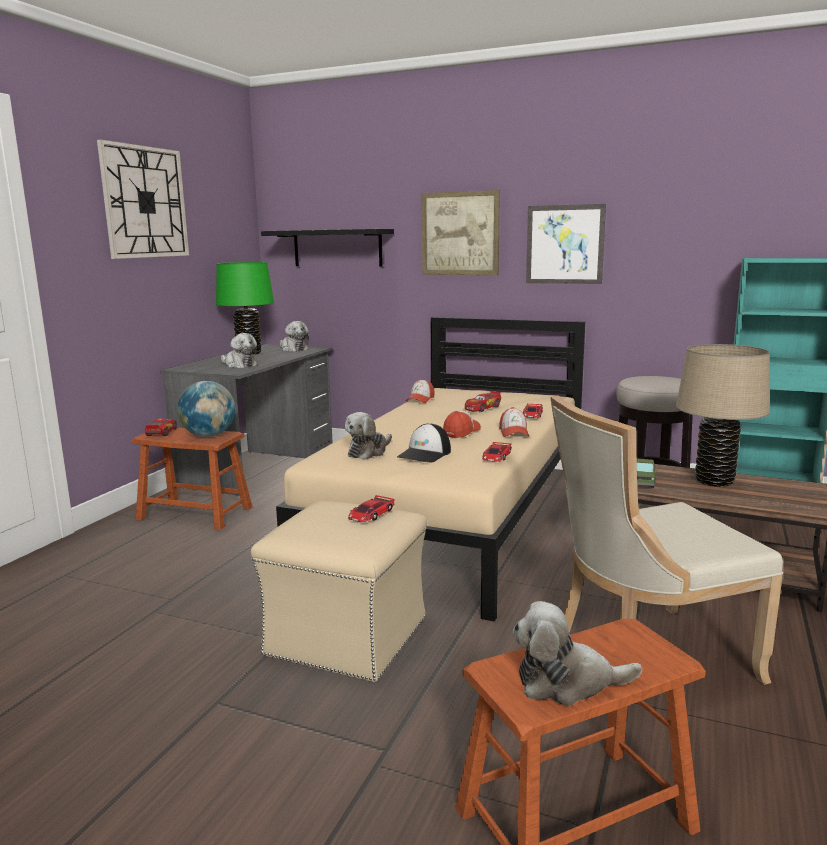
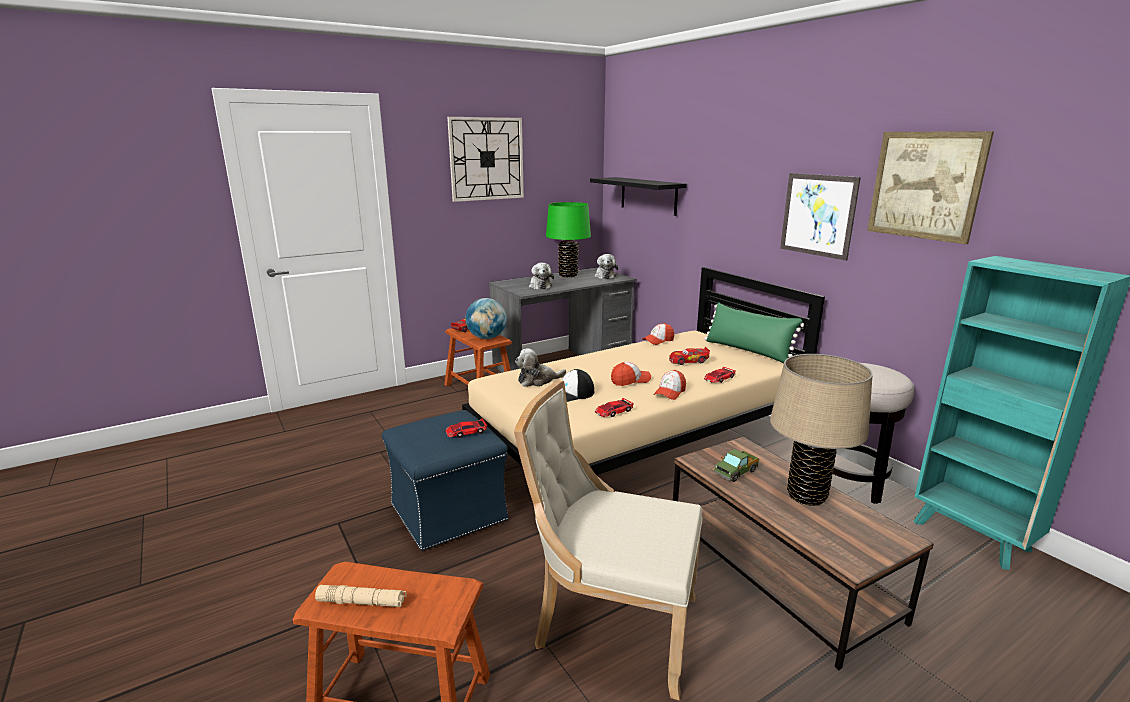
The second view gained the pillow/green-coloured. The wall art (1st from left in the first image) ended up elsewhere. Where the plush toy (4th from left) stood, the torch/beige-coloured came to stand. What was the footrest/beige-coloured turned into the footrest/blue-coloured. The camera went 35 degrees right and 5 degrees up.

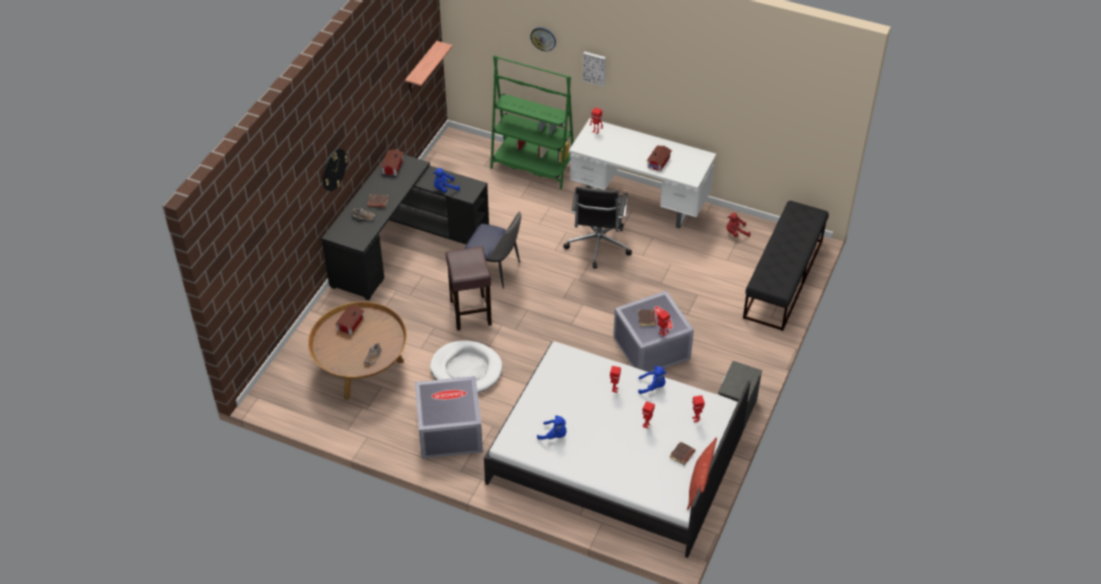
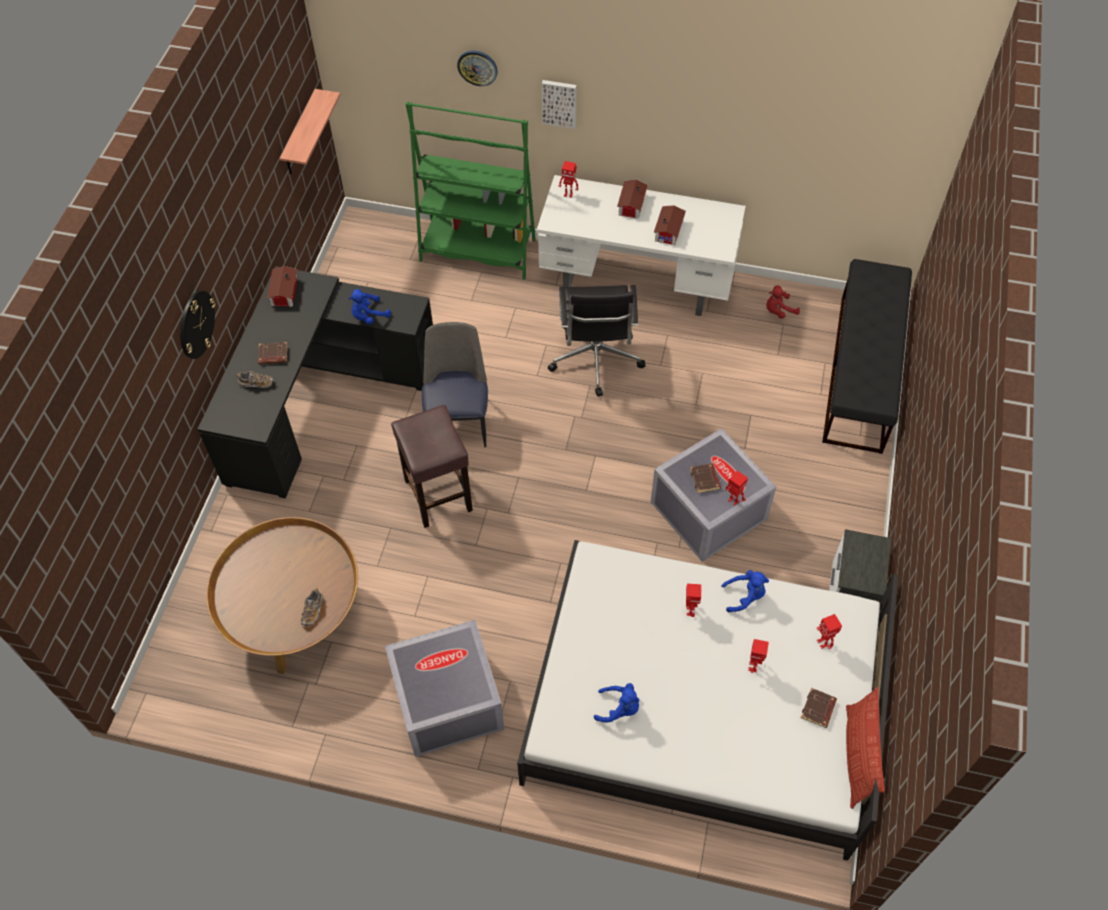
The second view lost the pet bed/white-coloured. The model house (1st from left in the first image) ended up elsewhere. The chair ended up facing another way, 105 degrees counterclockwise from before. The camera went 10 degrees left and 10 degrees up.

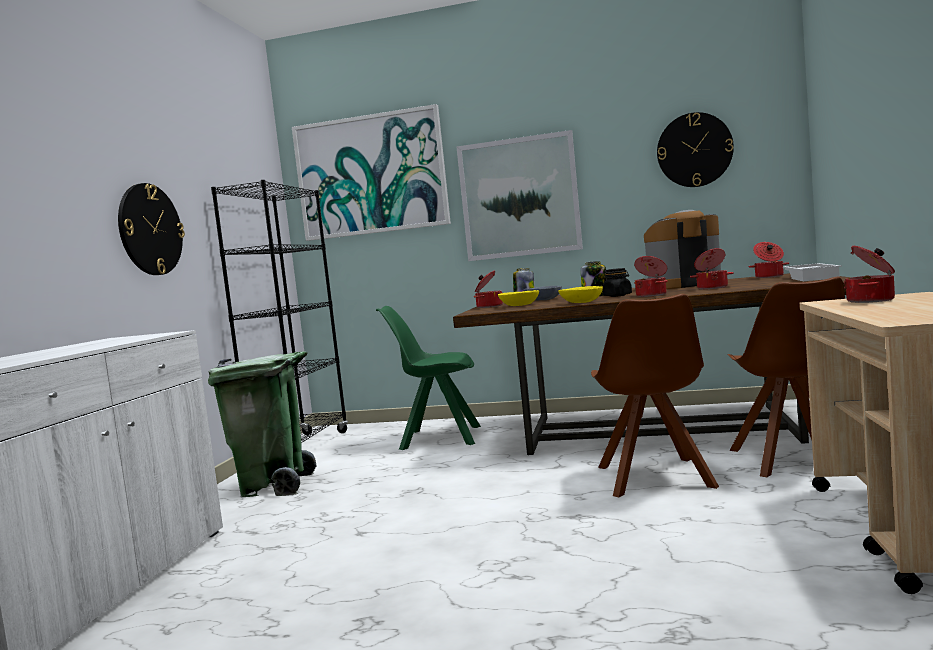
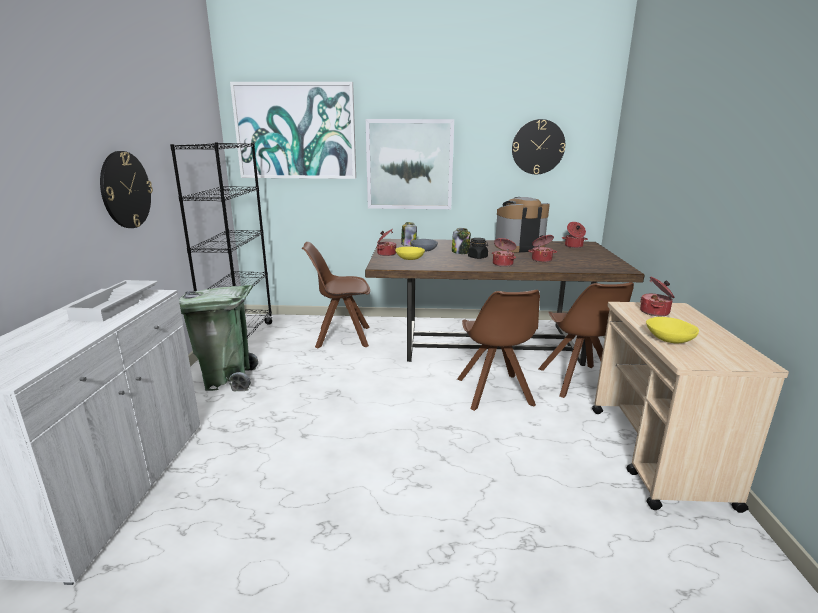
The serving bowl/yellow (2nd from left) ended up elsewhere. The serving tray/white-coloured ended up elsewhere. What was the chair/green-coloured turned into the chair/brownish (1st from left). The camera went 10 degrees left and 15 degrees up.

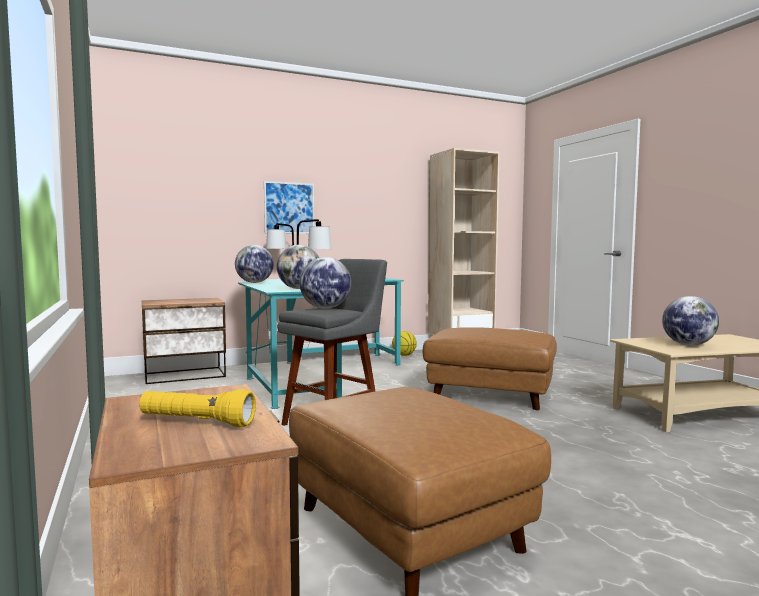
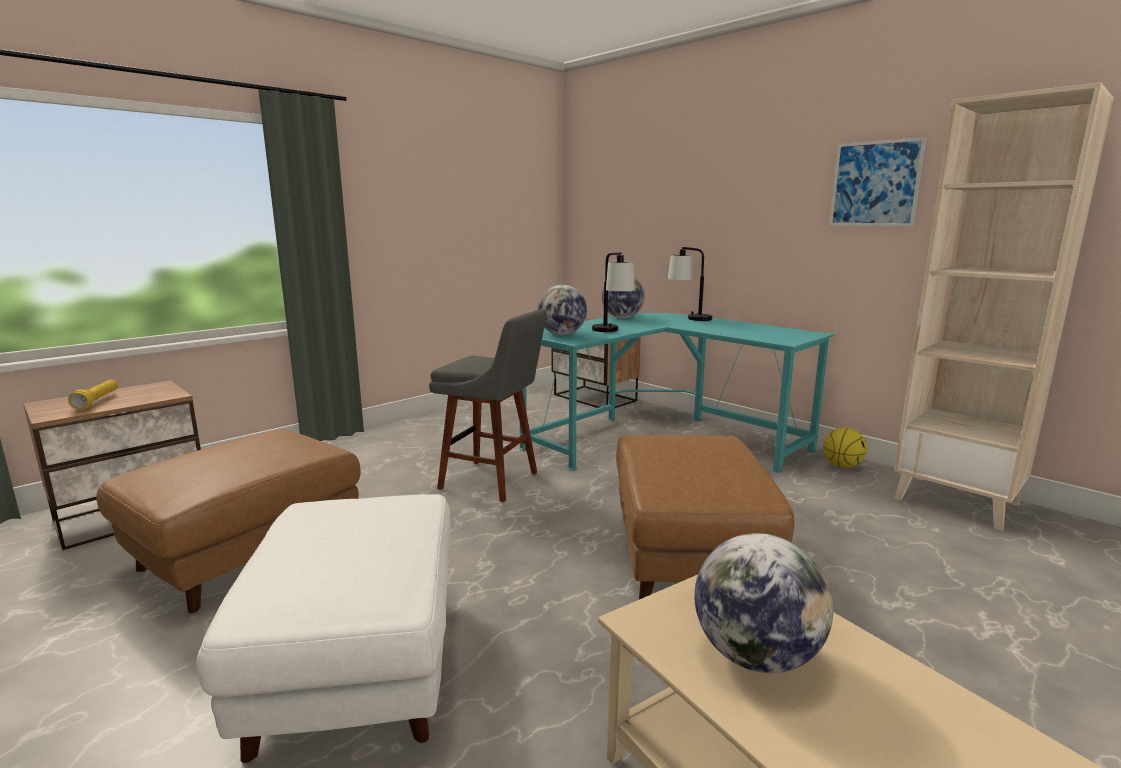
The second view lost the world globe (3rd from left). The second view gained the footrest/white-coloured. The wall art ended up elsewhere. The camera went 70 degrees right and 10 degrees up.

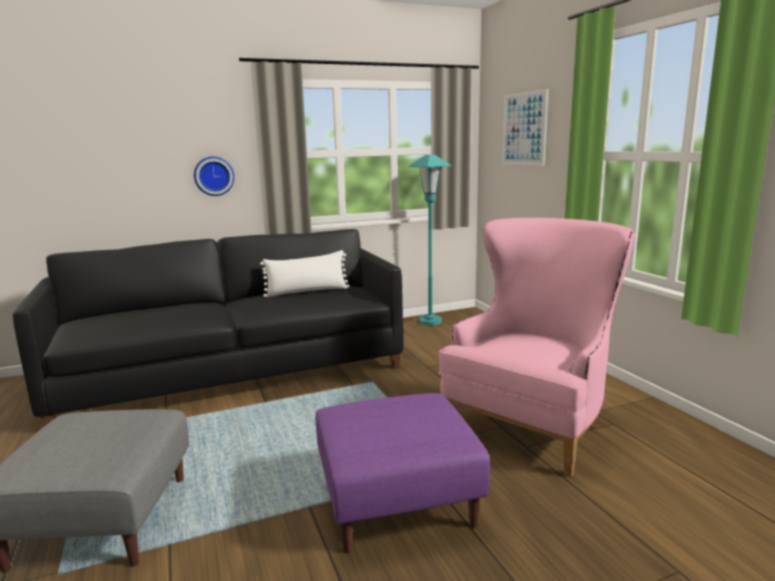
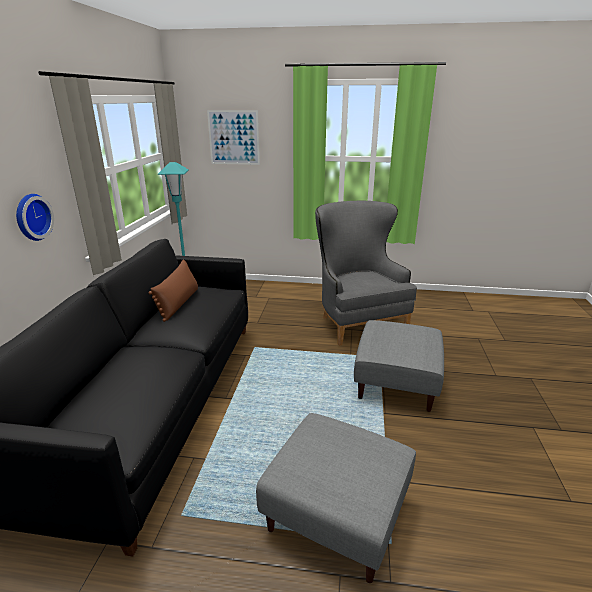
What was the pillow/white-coloured turned into the pillow/brownish. What was the footrest/purplish turned into the footrest/grey (2nd from left). What was the easy chair/pink turned into the easy chair/grey. The camera went 60 degrees left and 10 degrees up.

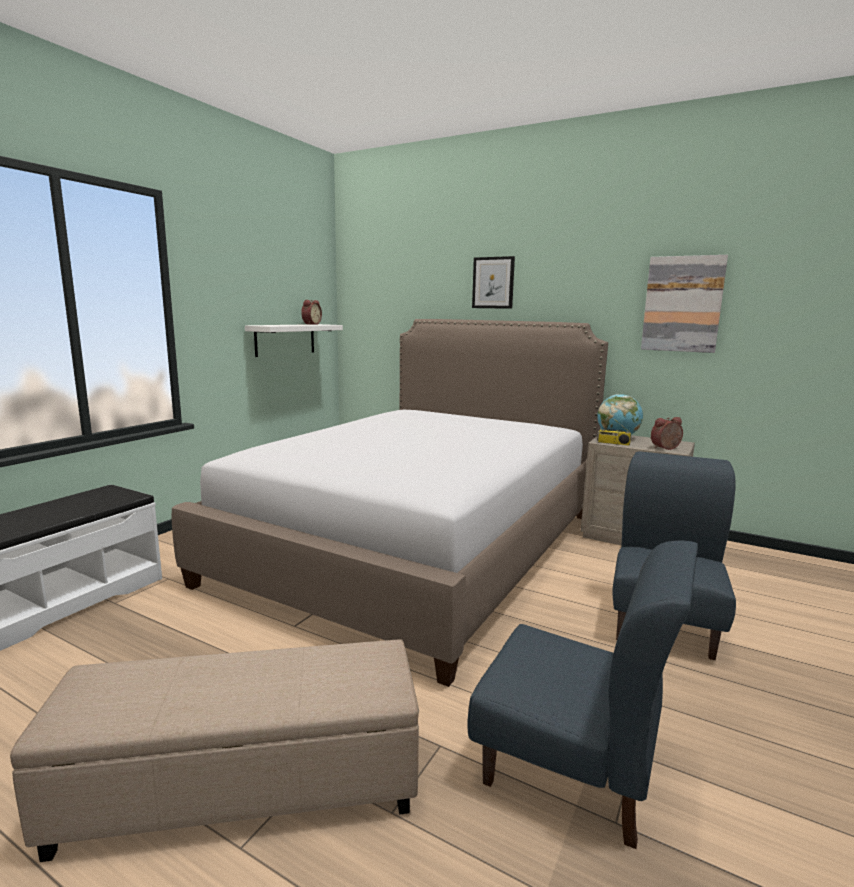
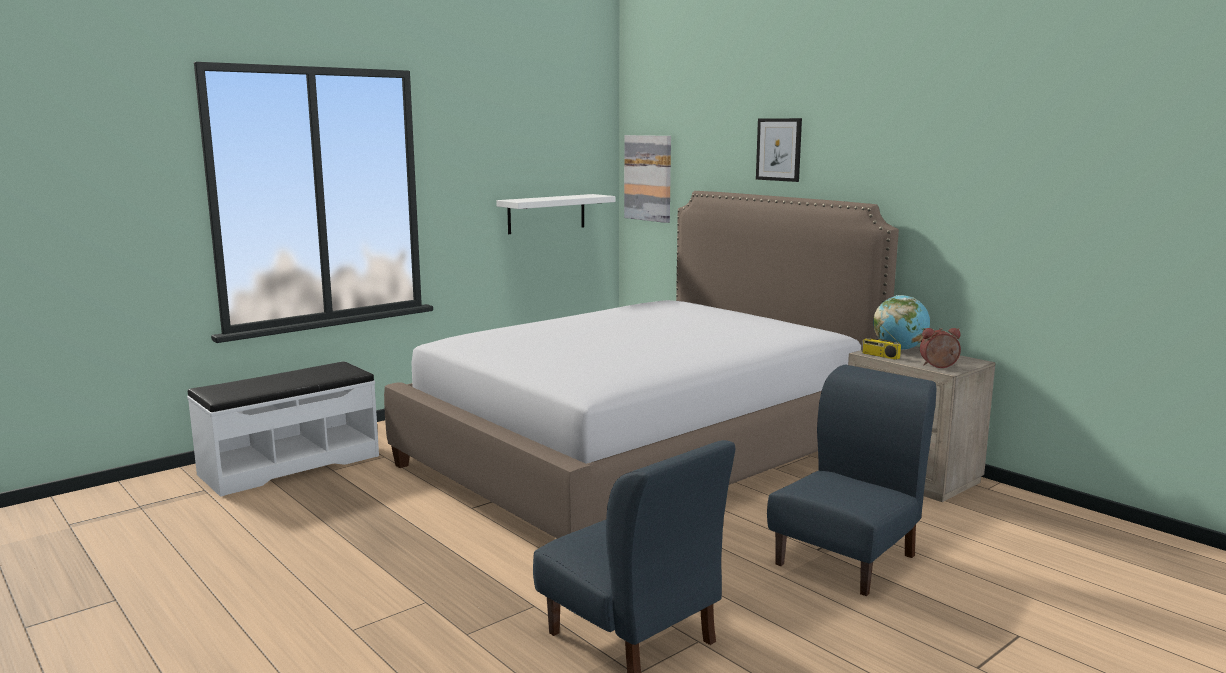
The second view lost the footrest/beige-coloured. The second view lost the table clock (1st from left). The wall art (2nd from left in the first image) ended up elsewhere. The camera went 20 degrees right and 0 degrees up.

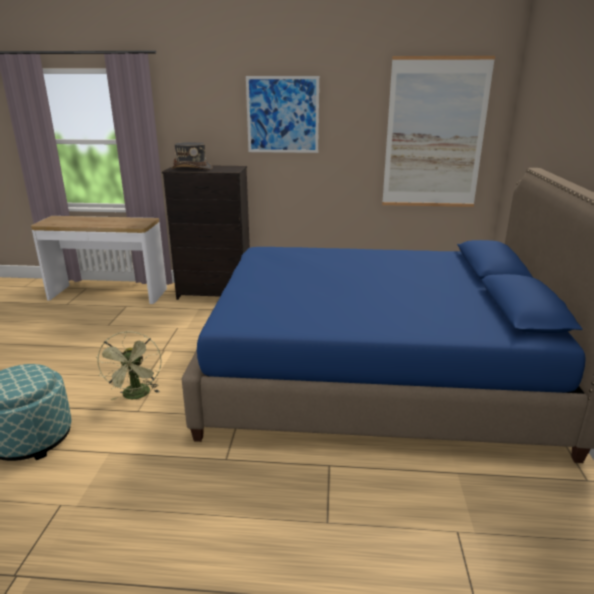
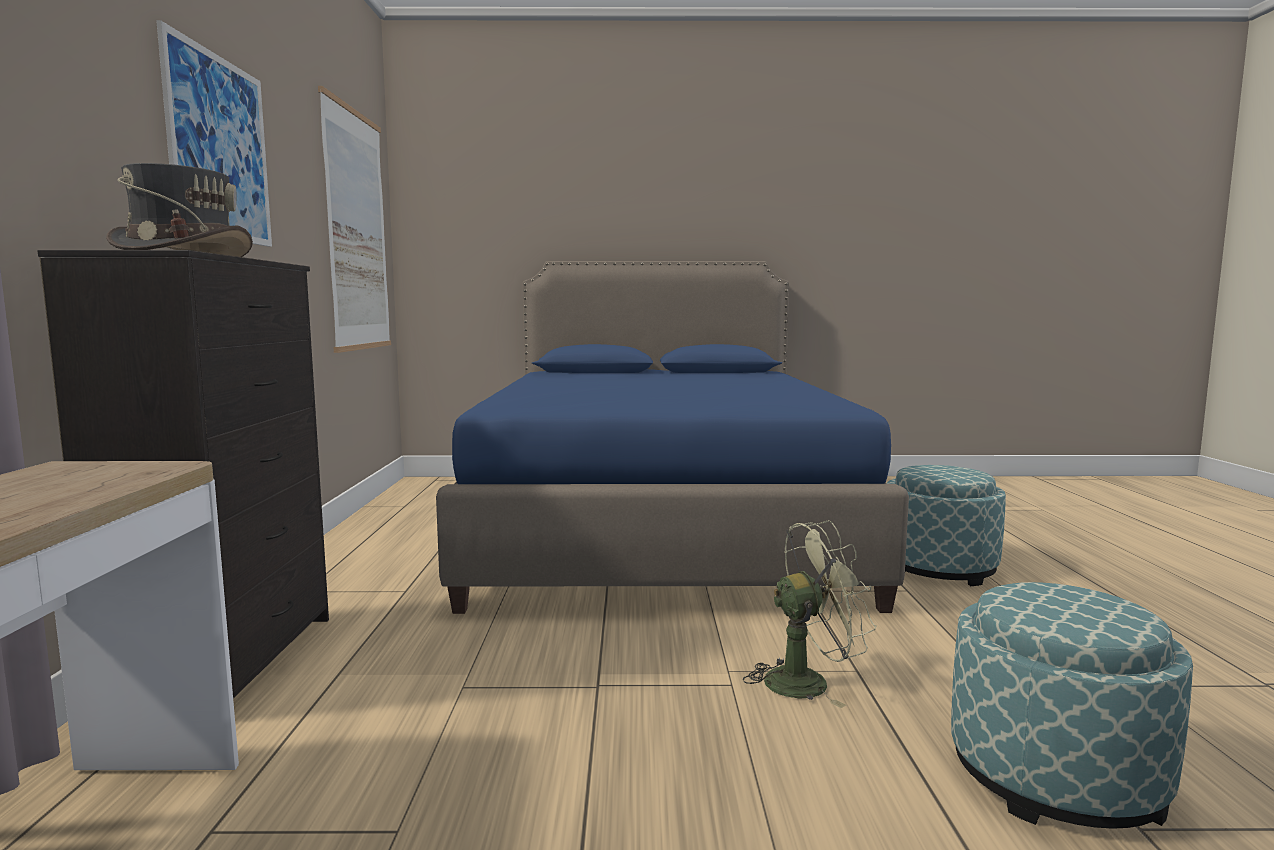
The second view gained the footrest (1st from left). The camera went 95 degrees left and 15 degrees down.

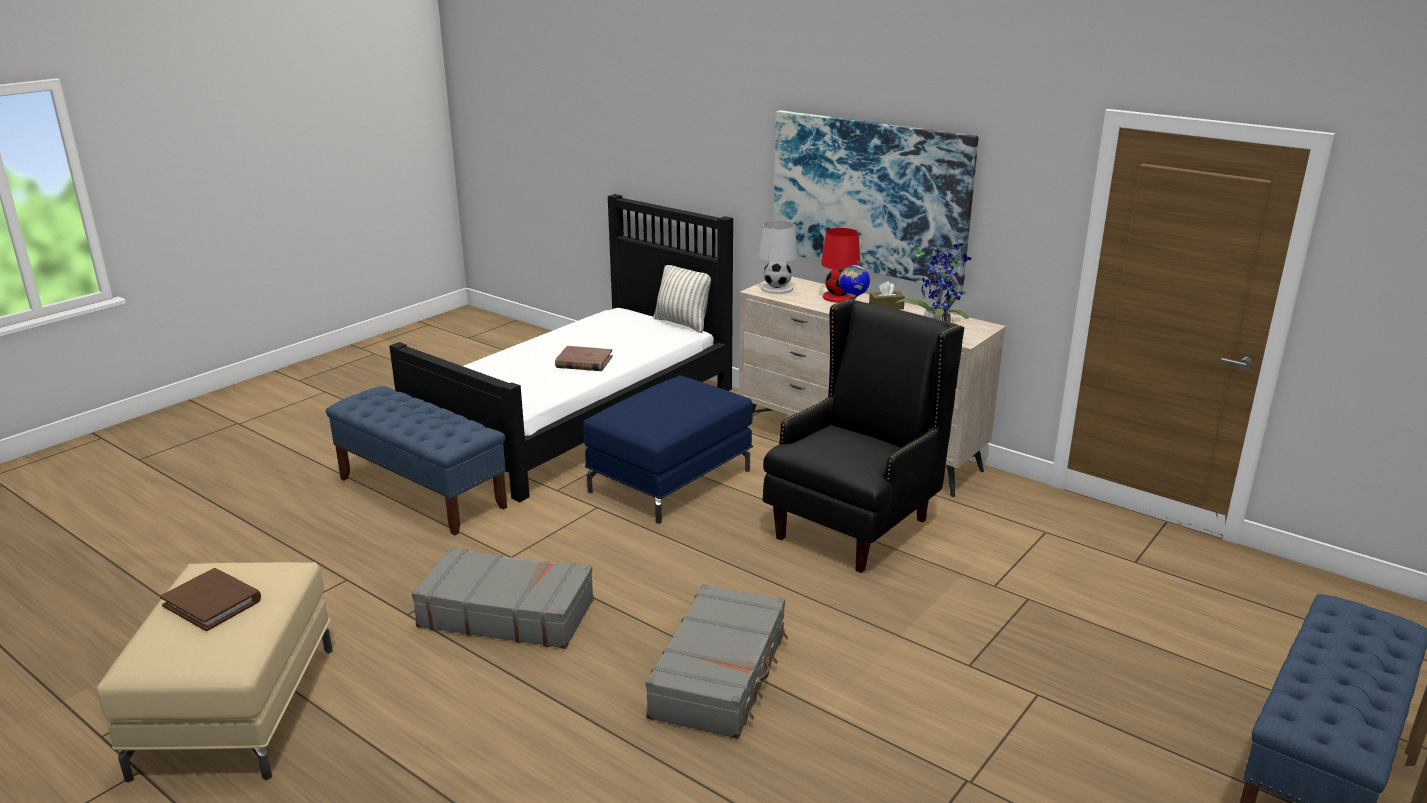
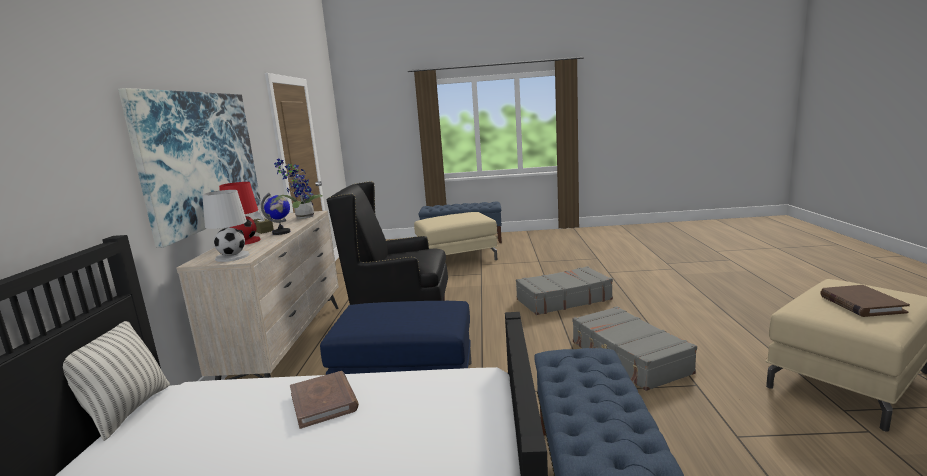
The second view gained the footrest/beige-coloured (1st from left). The camera went 125 degrees left and 10 degrees down.

